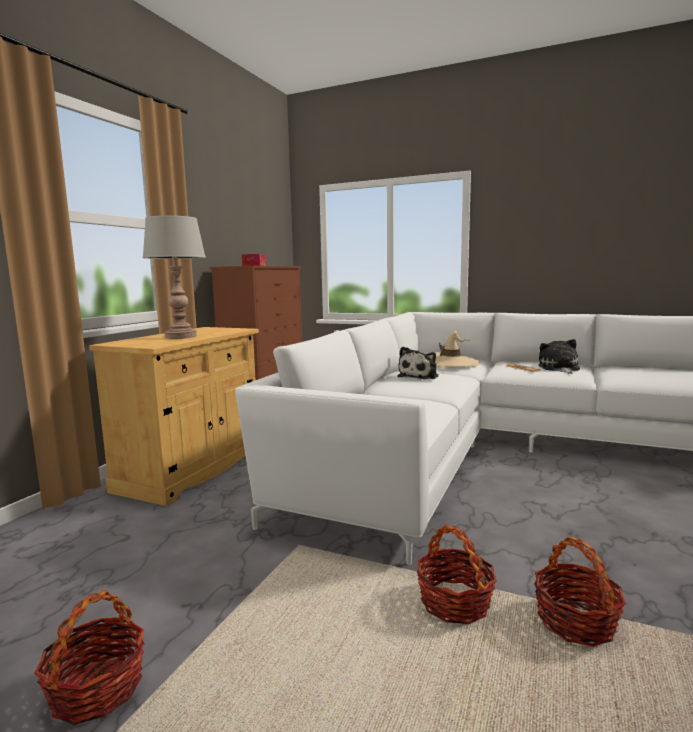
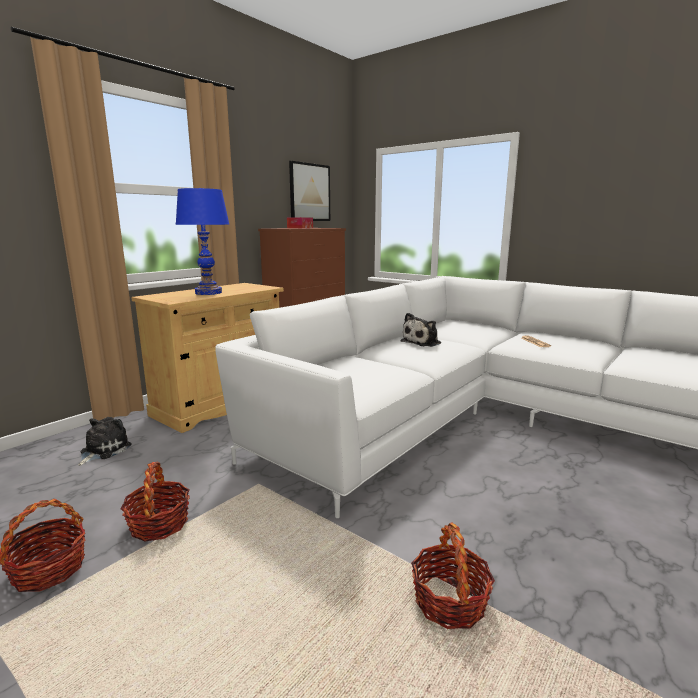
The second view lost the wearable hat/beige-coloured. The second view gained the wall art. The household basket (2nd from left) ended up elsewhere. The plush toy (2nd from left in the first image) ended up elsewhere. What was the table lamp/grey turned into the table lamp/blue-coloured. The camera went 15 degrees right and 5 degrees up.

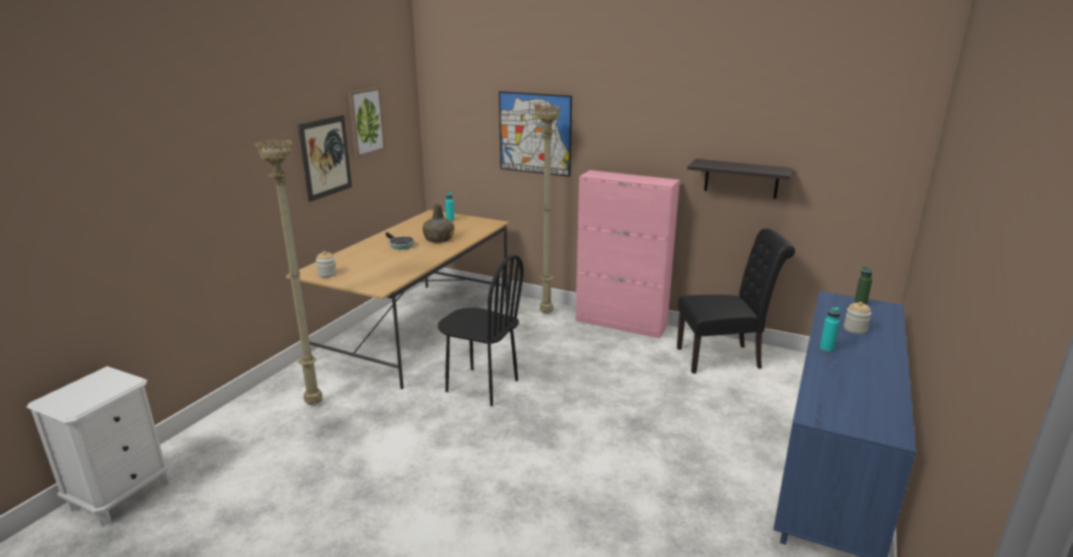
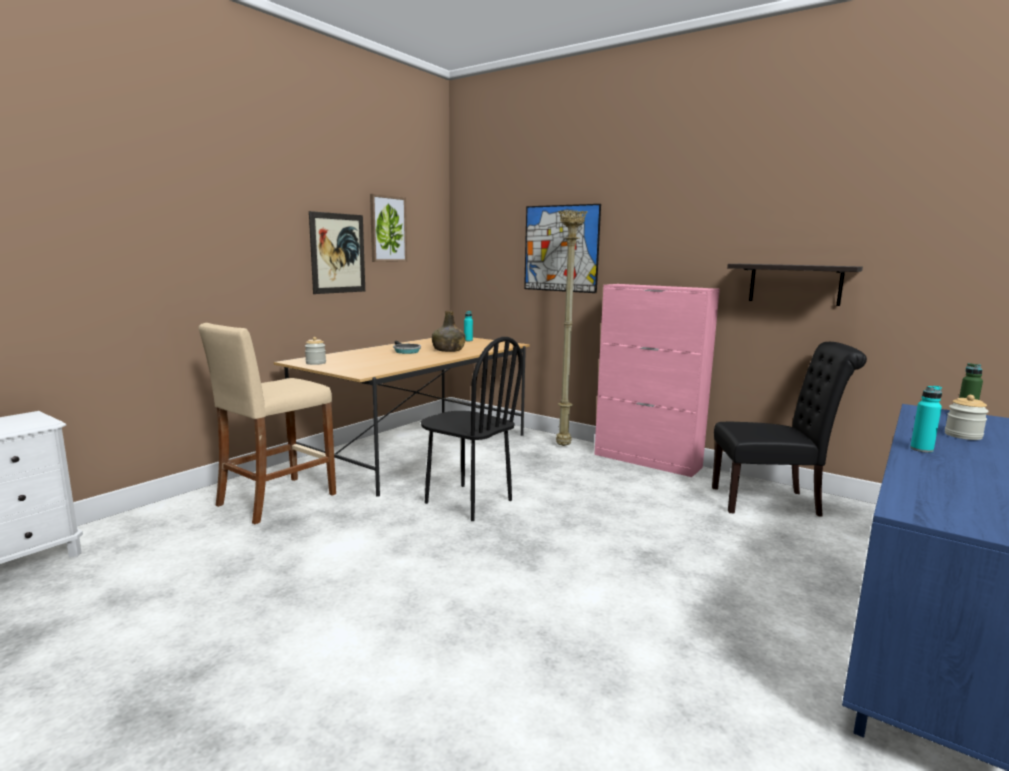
Where the standing lamp/beige-coloured (1st from left) stood, the stool seat/beige-coloured came to stand. The camera went 10 degrees right and 10 degrees down.

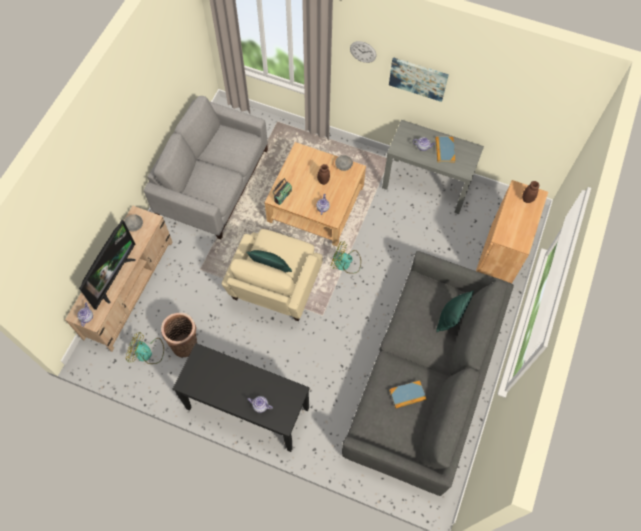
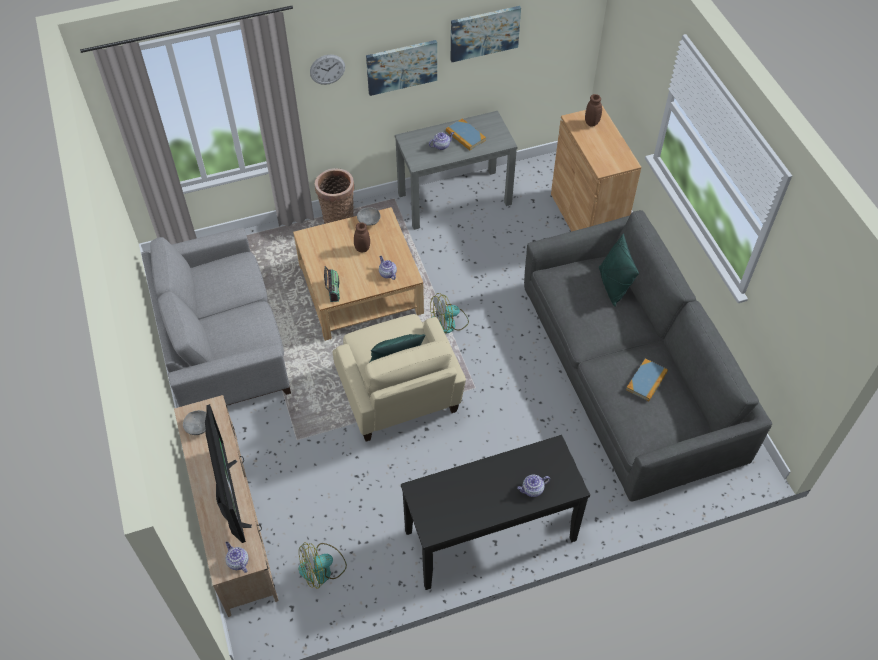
The second view gained the wall art (2nd from left). The household basket ended up elsewhere. The camera went 40 degrees left and 10 degrees down.

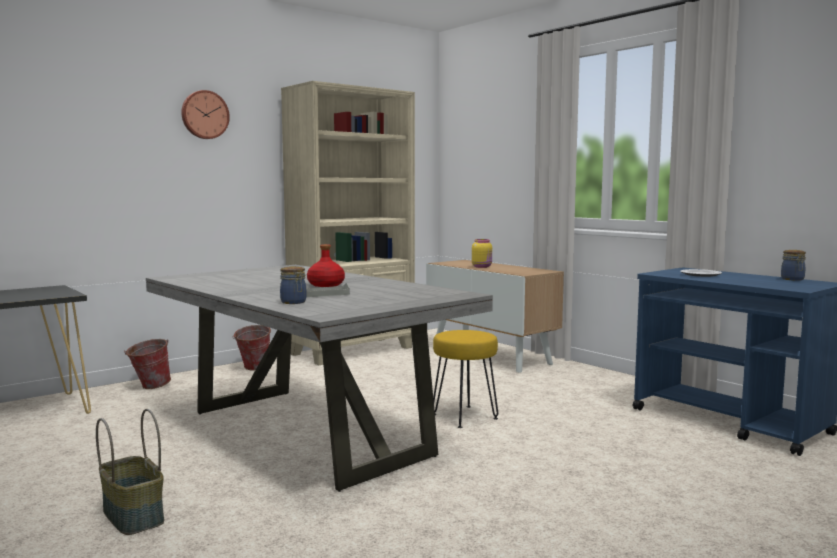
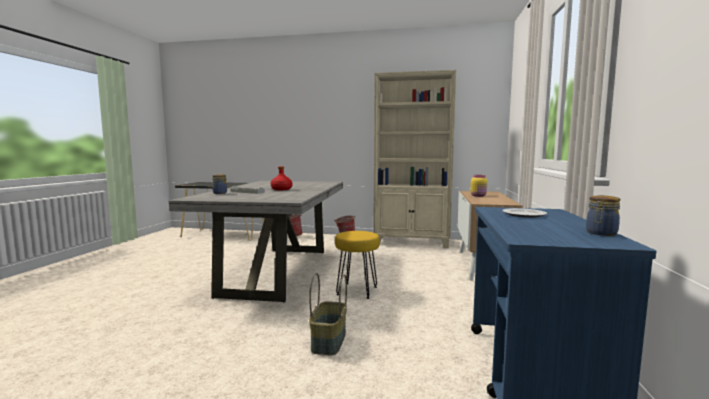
The second view lost the clock on the wall. The household basket ended up elsewhere. The camera went 50 degrees right and 0 degrees up.

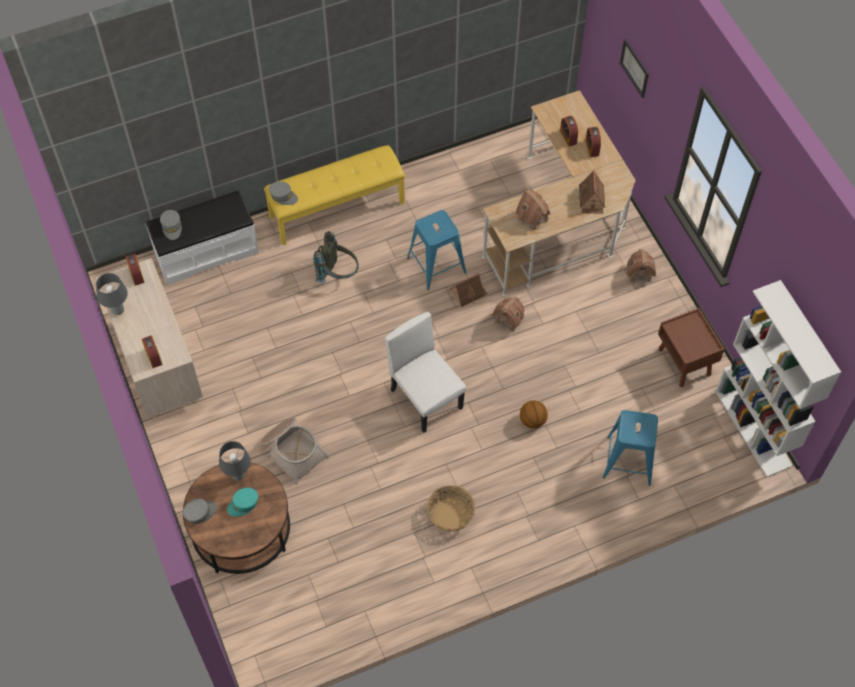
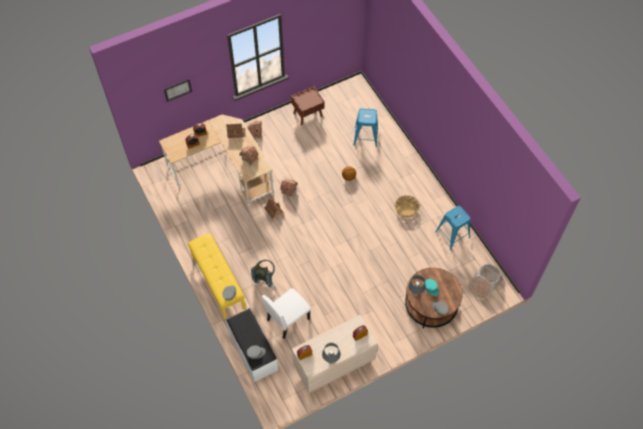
The second view lost the bookcase/white-coloured. The household basket (1st from left in the first image) ended up elsewhere. The chair/white-coloured ended up elsewhere. The stool seat/blue-coloured (1st from left in the first image) ended up elsewhere. The camera went 95 degrees left and 0 degrees up.

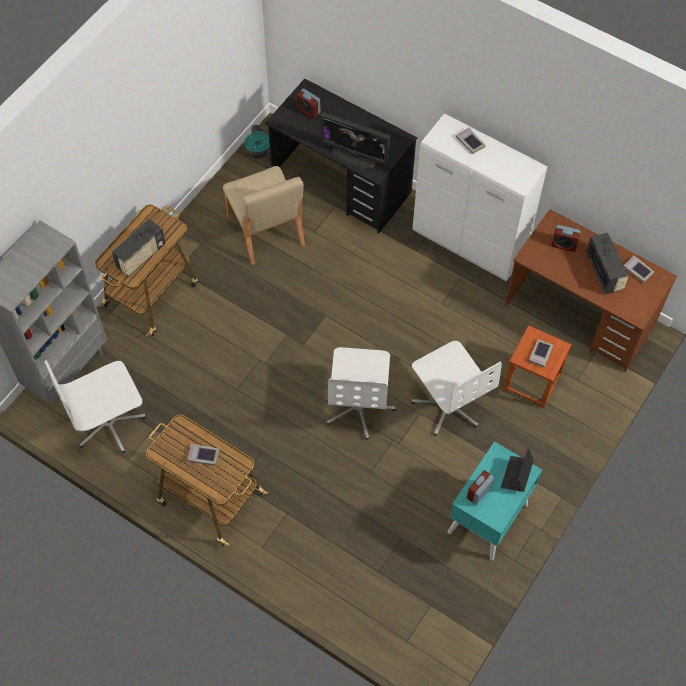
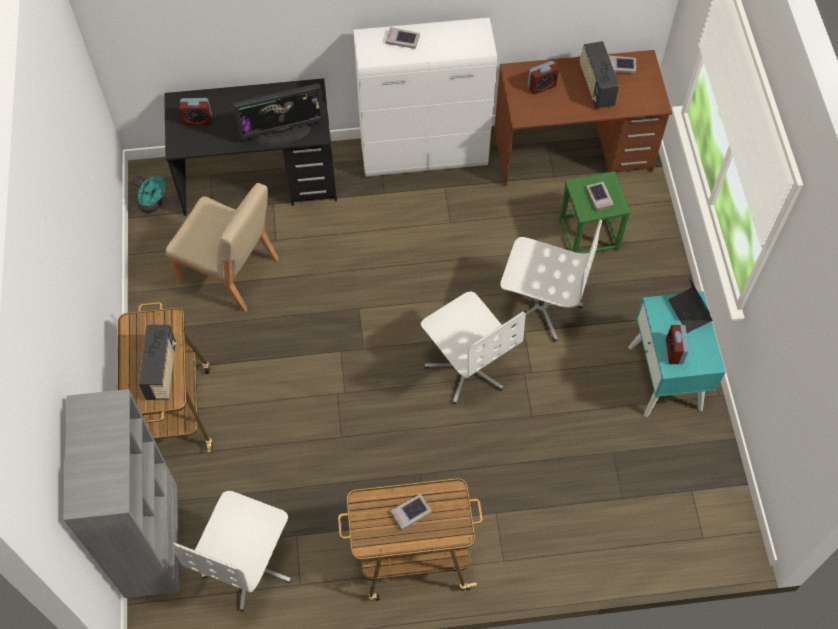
What was the stool seat/brownish turned into the stool seat/green-coloured. The radio (2nd from left) ended up facing another way, 135 degrees counterclockwise from before. The camera went 40 degrees left and 0 degrees up.

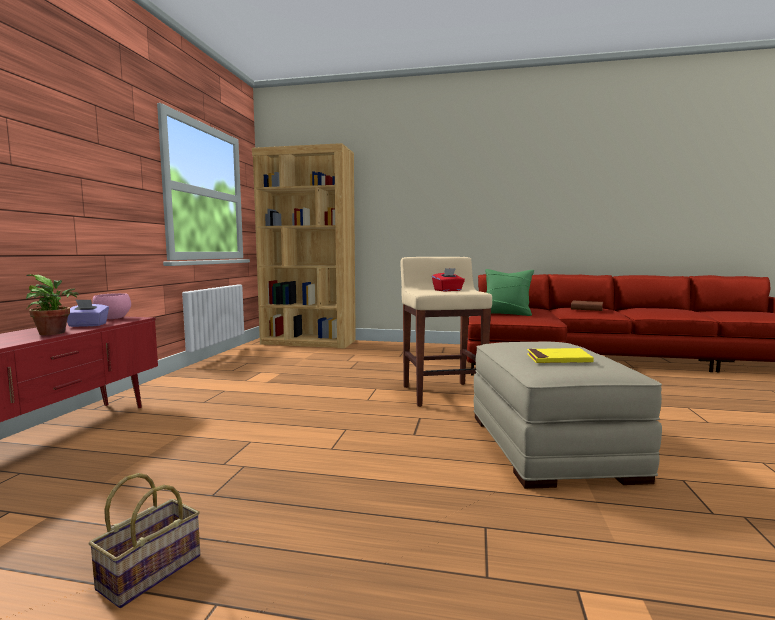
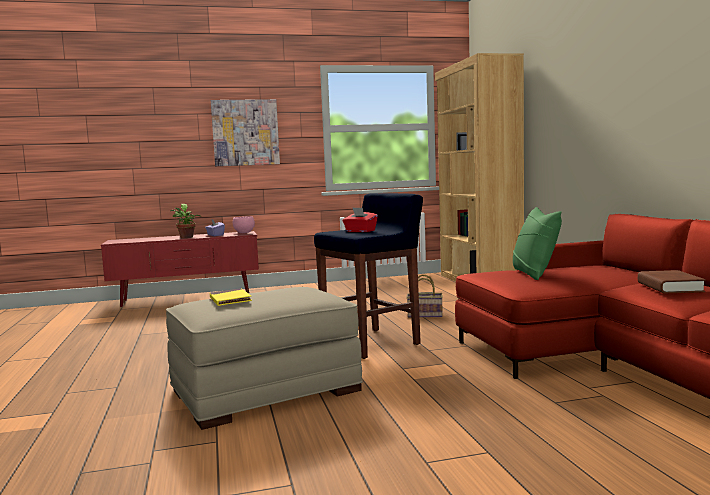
The second view gained the wall art. The household basket ended up elsewhere. What was the stool seat/beige-coloured turned into the stool seat/blue-coloured. The camera went 65 degrees right and 0 degrees up.

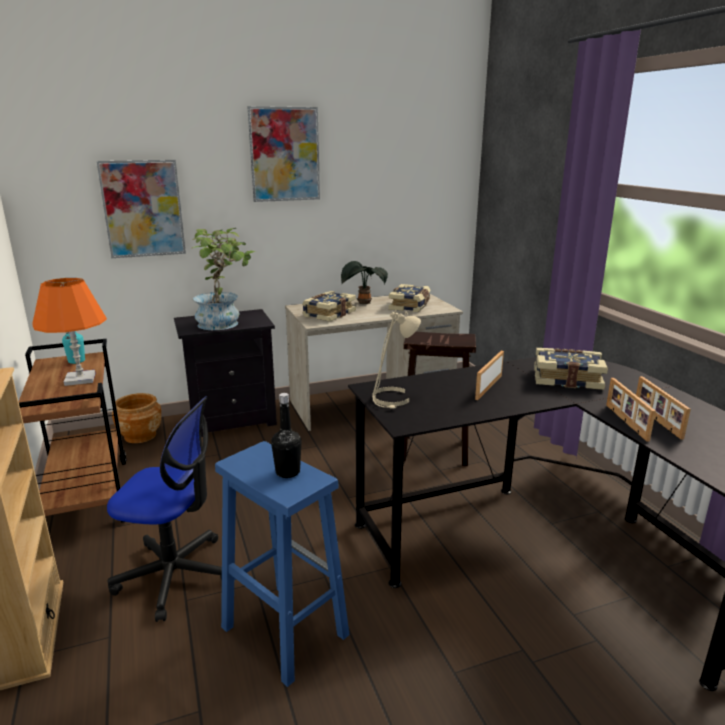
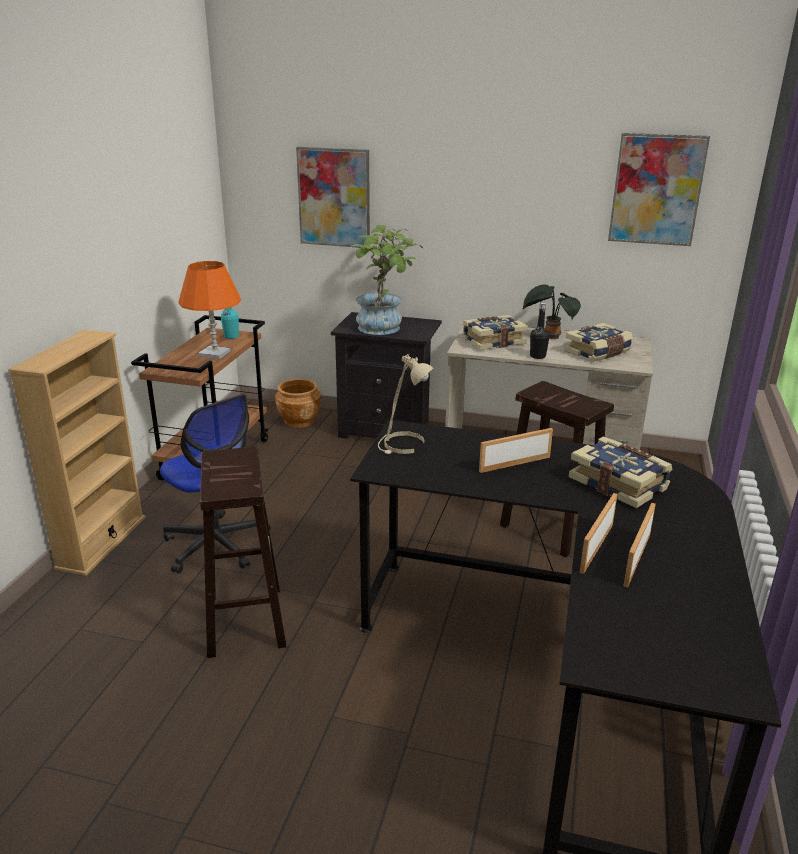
The wall art (2nd from left) ended up elsewhere. The bottle/black ended up elsewhere. What was the stool seat/blue-coloured turned into the stool seat/brownish (1st from left). The camera went 35 degrees right and 5 degrees up.

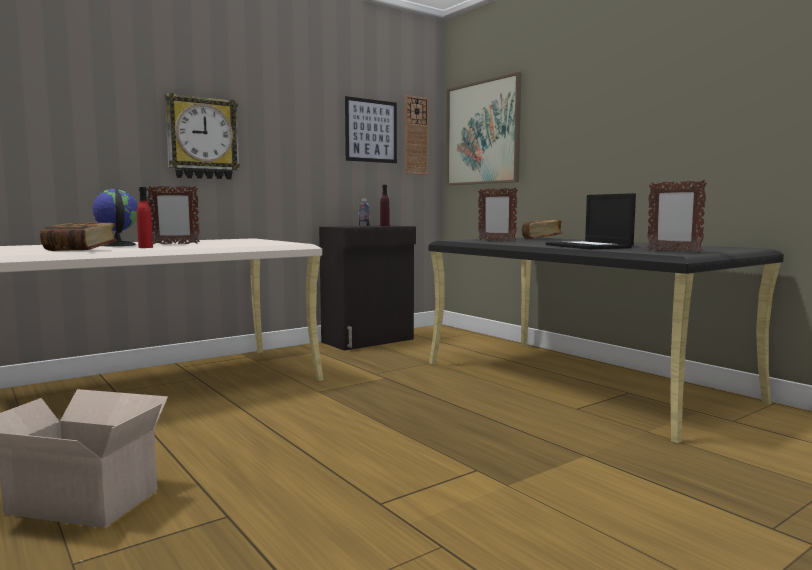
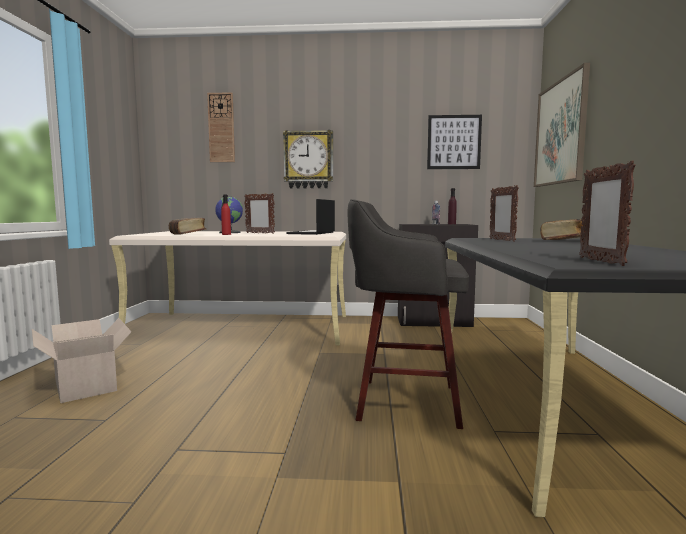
The second view gained the stool seat/grey. The clock on the wall (2nd from left in the first image) ended up elsewhere. The portable computer ended up elsewhere. The camera went 40 degrees right and 0 degrees up.

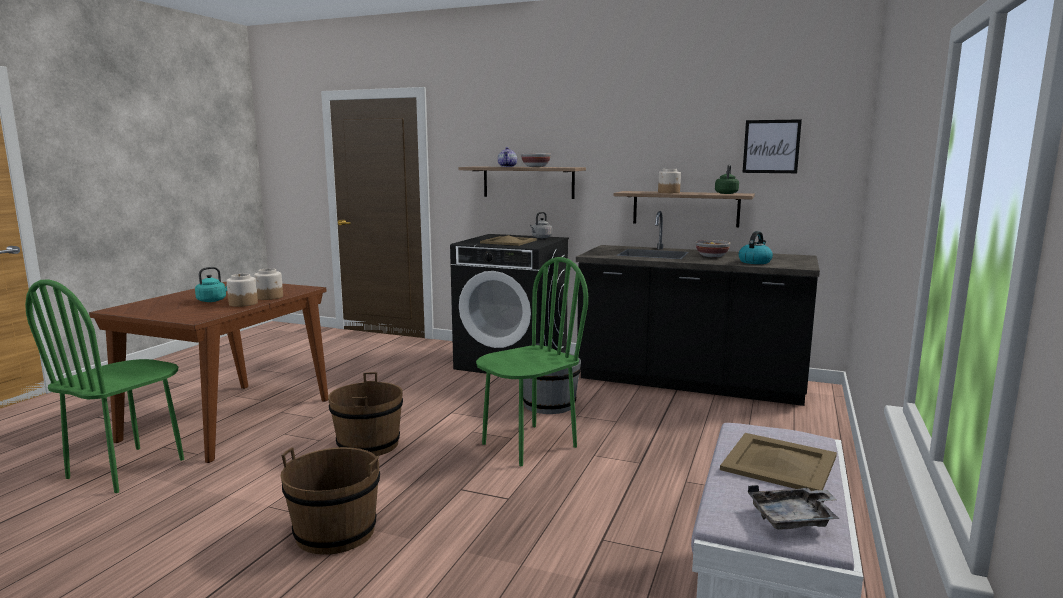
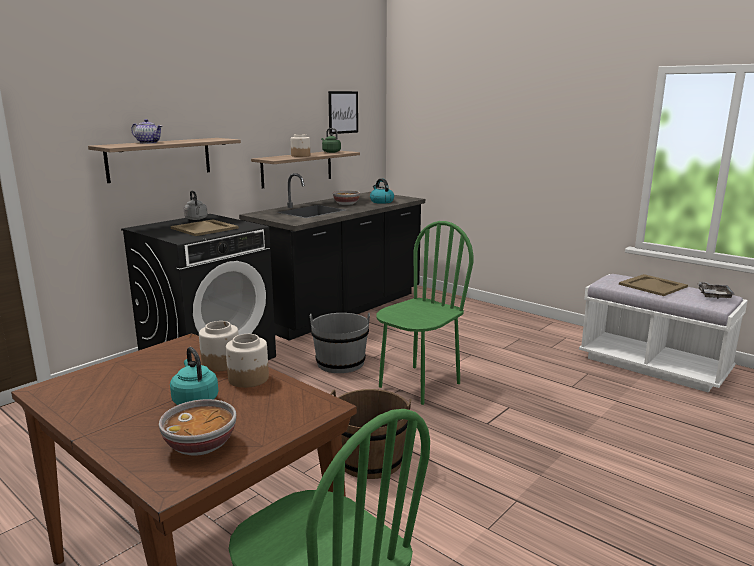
The second view lost the bucket/brownish (1st from left). The serving bowl (1st from left) ended up elsewhere. The chair/green-coloured (2nd from left) ended up facing another way, 60 degrees clockwise from before. The camera went 70 degrees left and 5 degrees up.

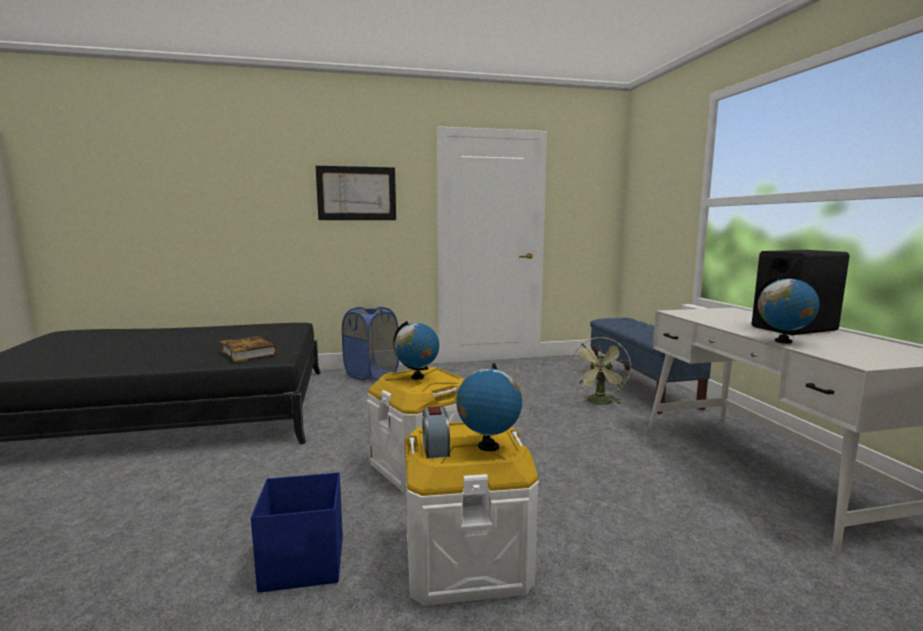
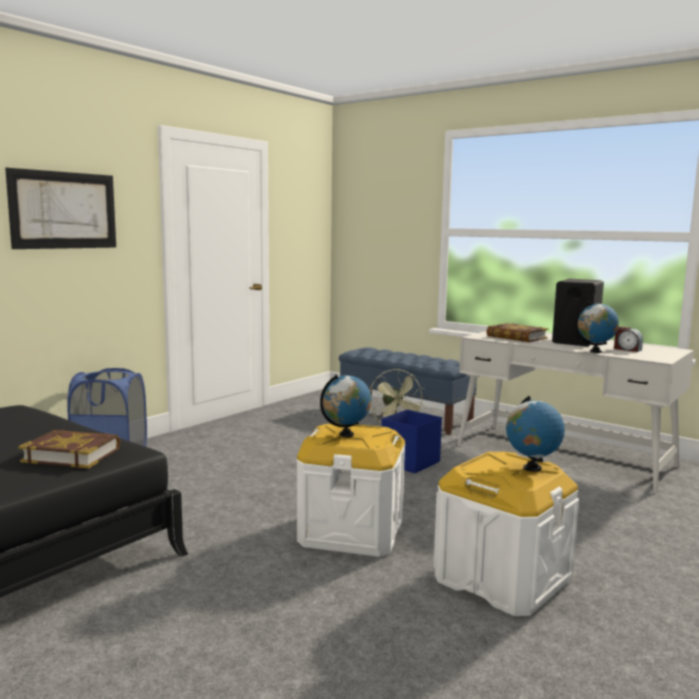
The second view gained the book (2nd from left). The storage box/blue-coloured ended up elsewhere. The table clock ended up elsewhere. The camera went 40 degrees left and 0 degrees up.

